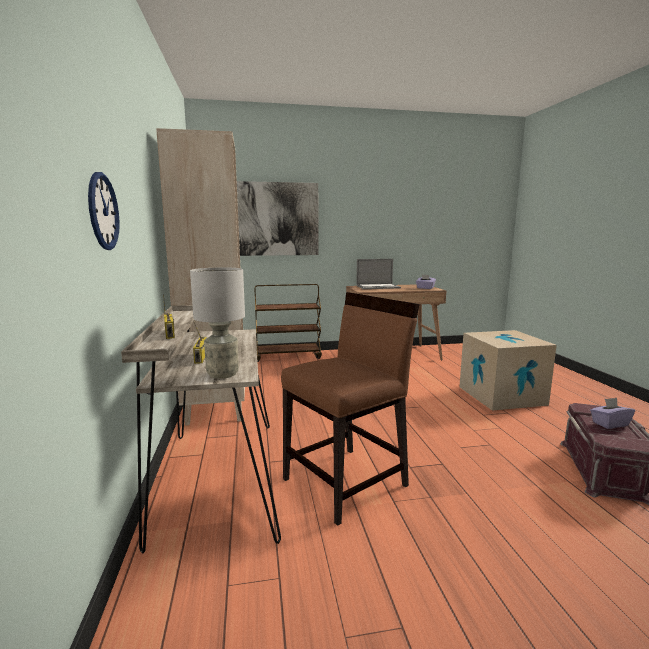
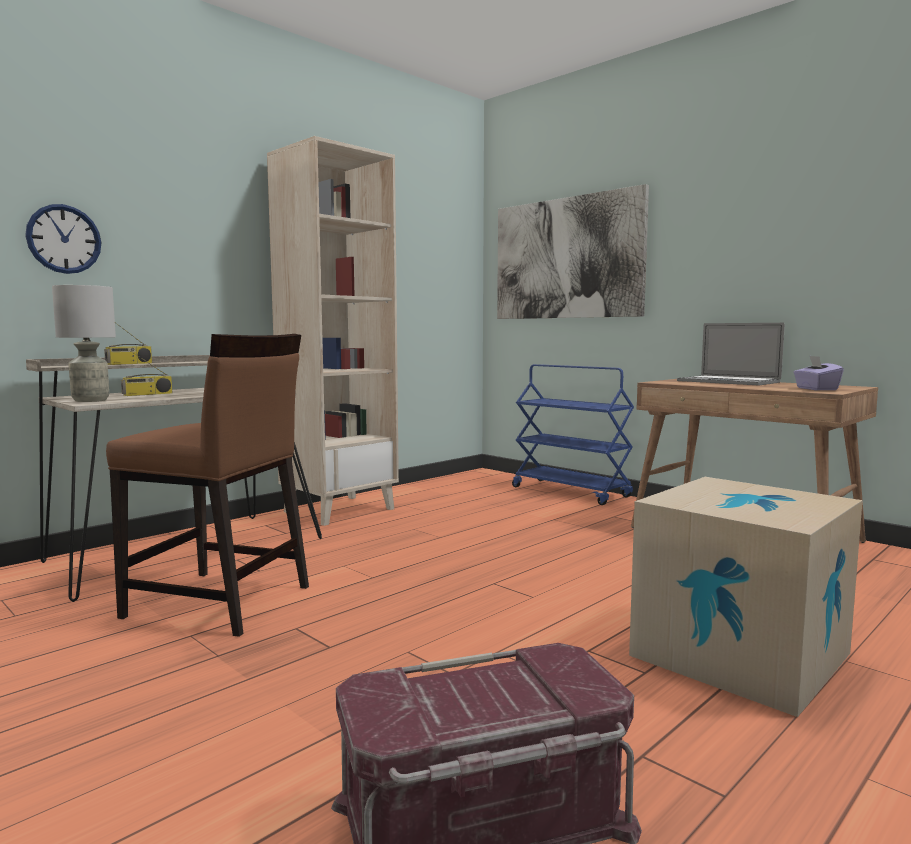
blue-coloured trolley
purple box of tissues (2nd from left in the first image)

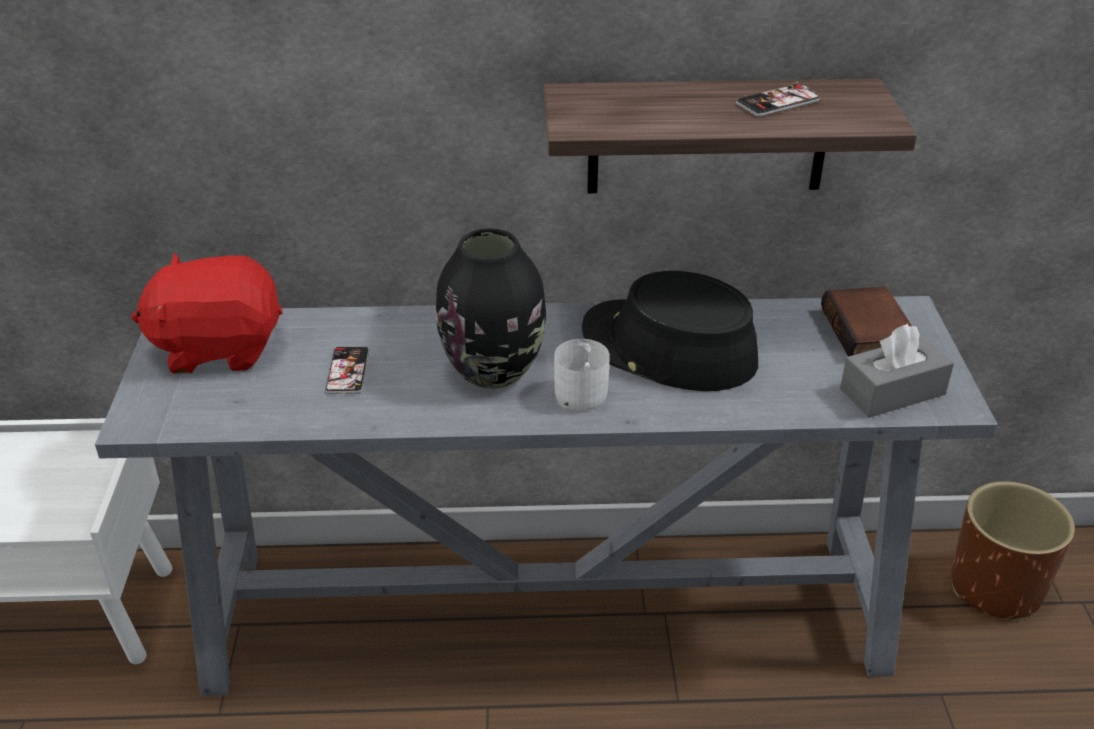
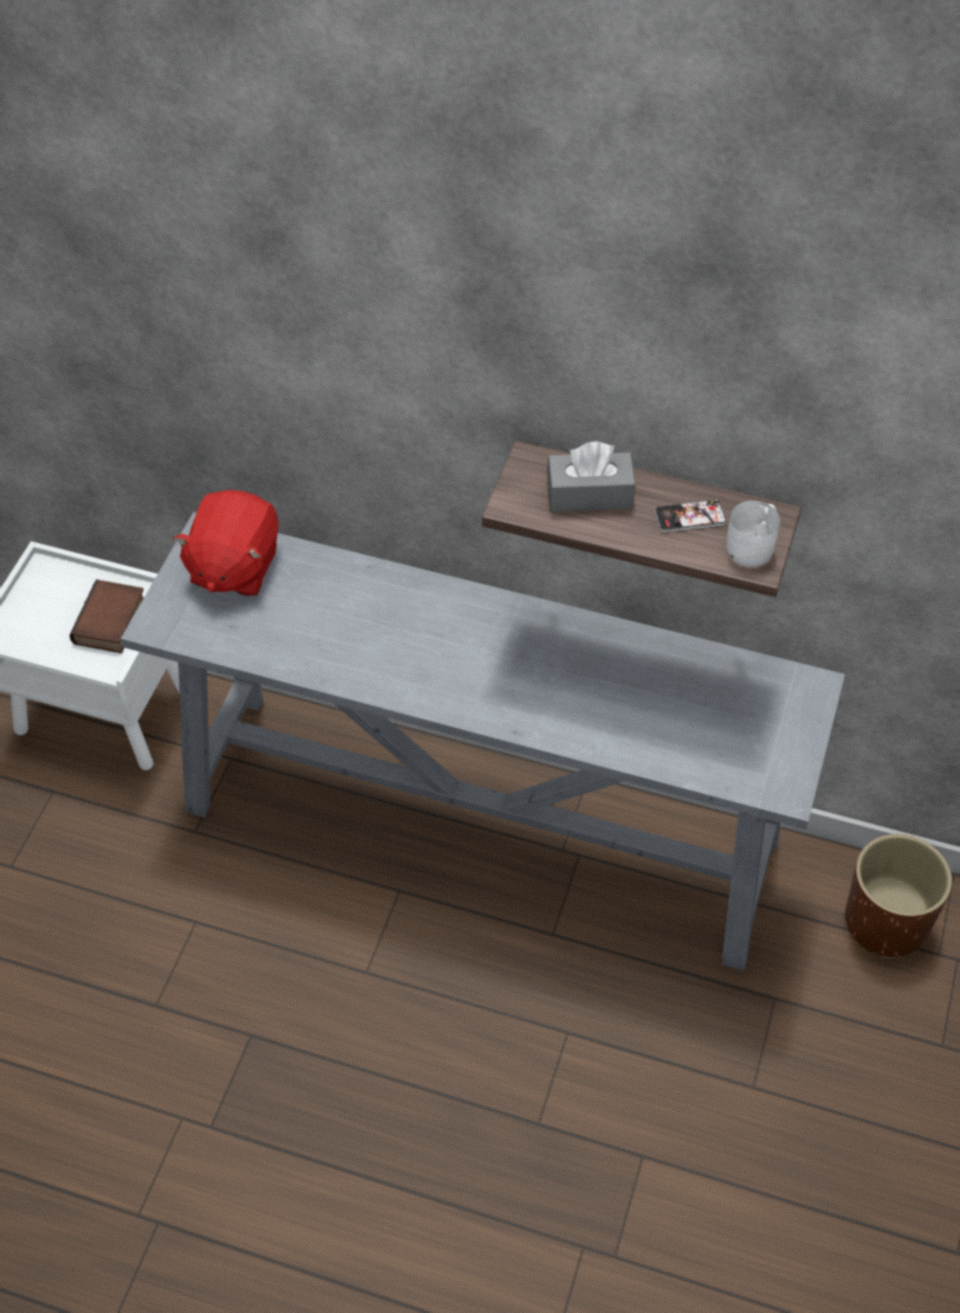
red-coloured soft toy
phone (1st from left in the first image)
black decorative vase
whitish tea mug
black clothing hat
bound book
greyish box of tissues

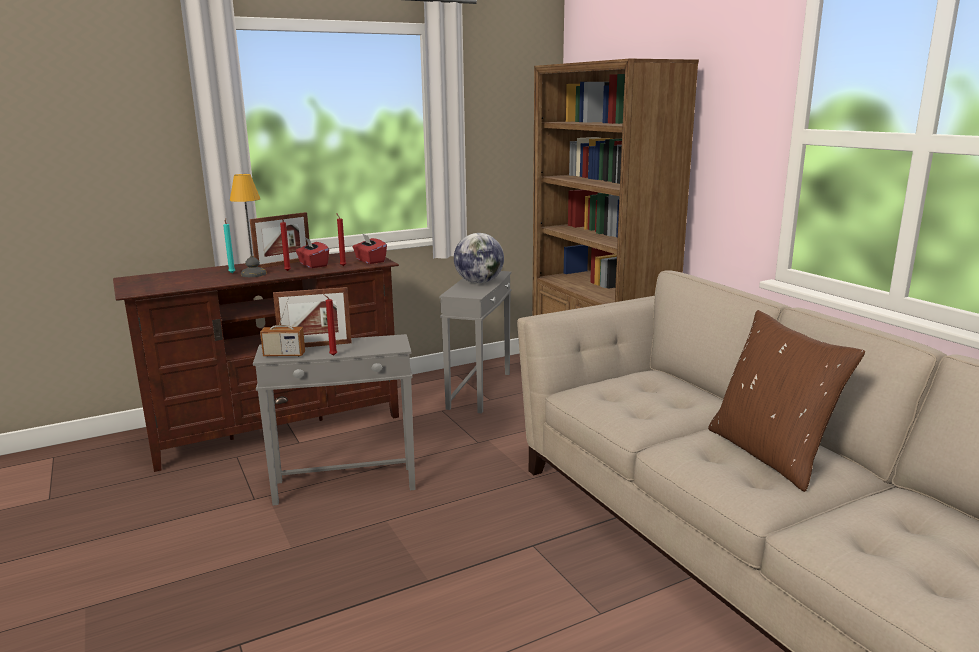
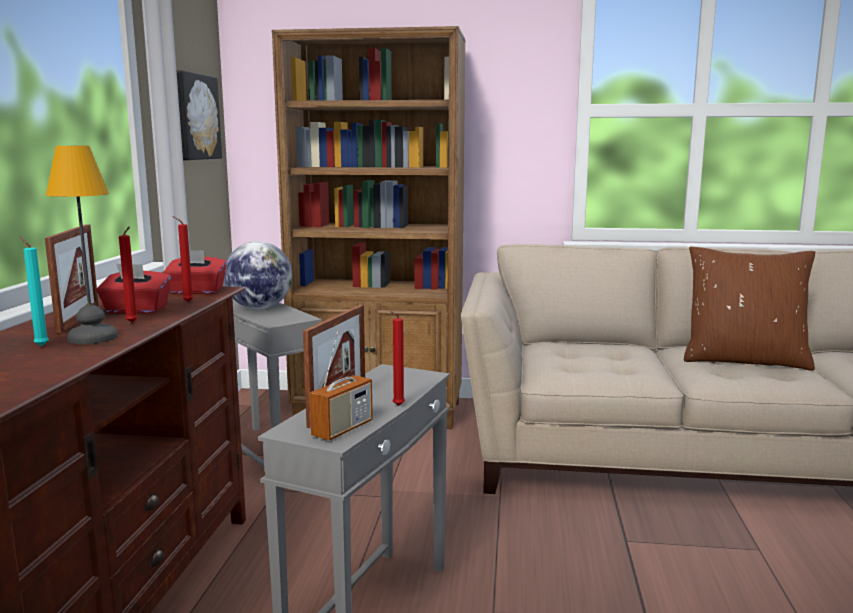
wall art

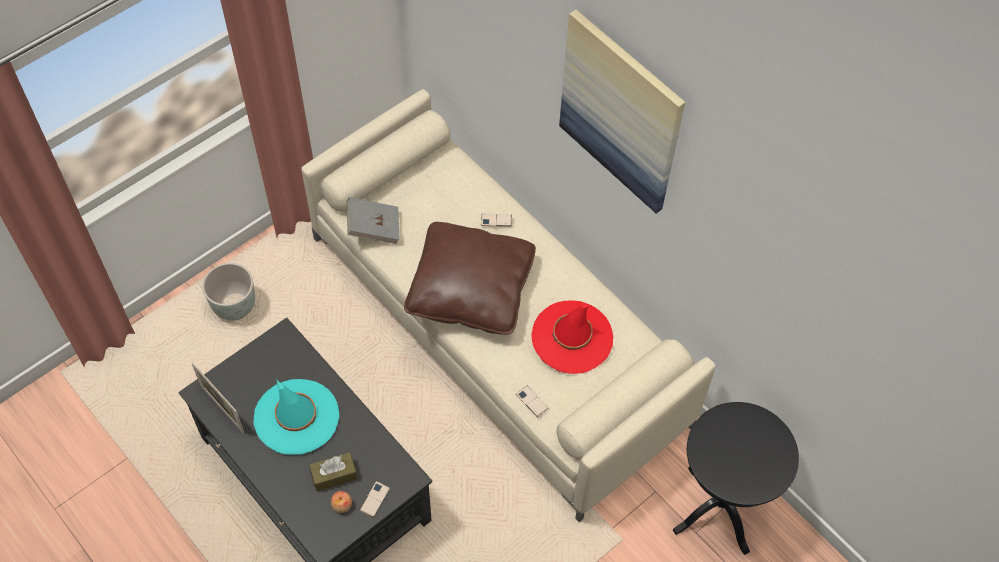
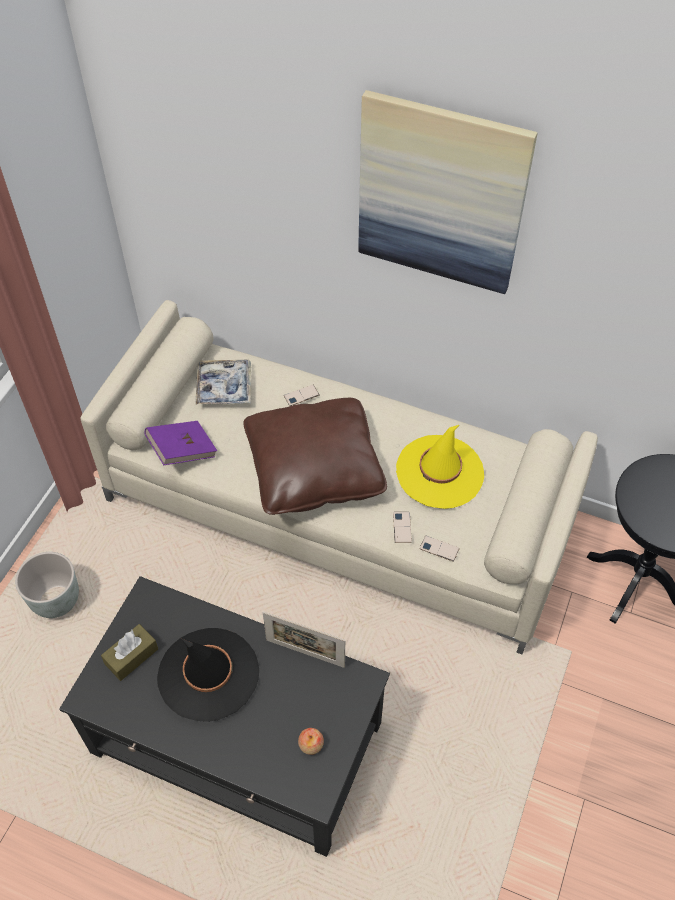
photo frame
black clothing hat
brown-coloured box of tissues
purple bound book
phone (2nd from left)
yellow clothing hat
carrying tray

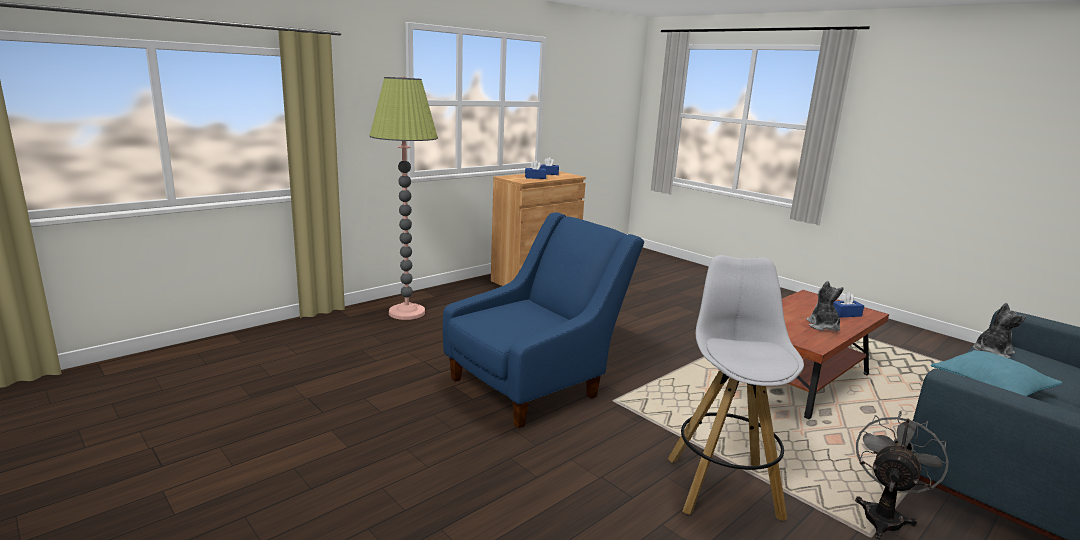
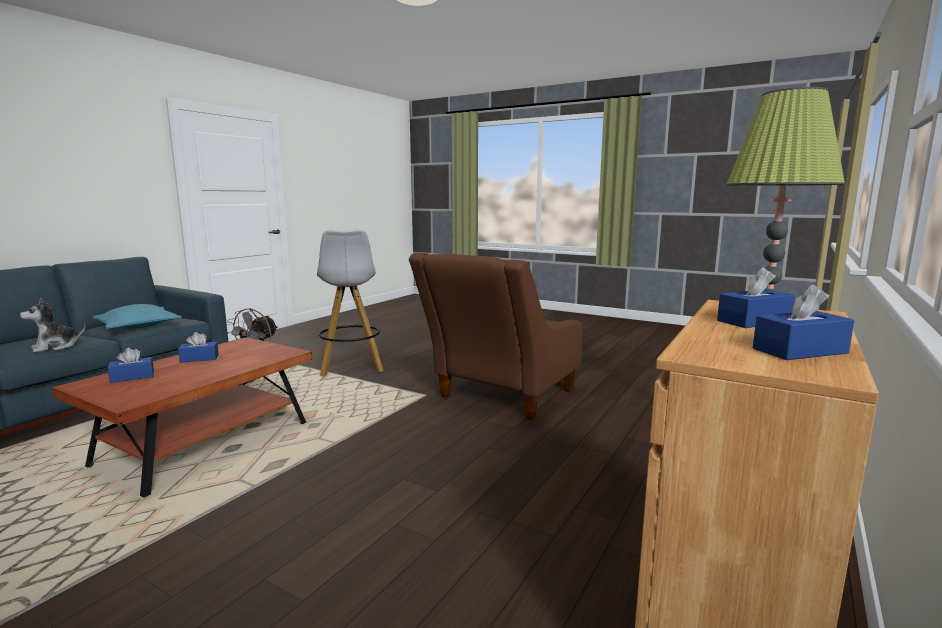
brown-coloured easy chair
blue-coloured box of tissues (2nd from left)

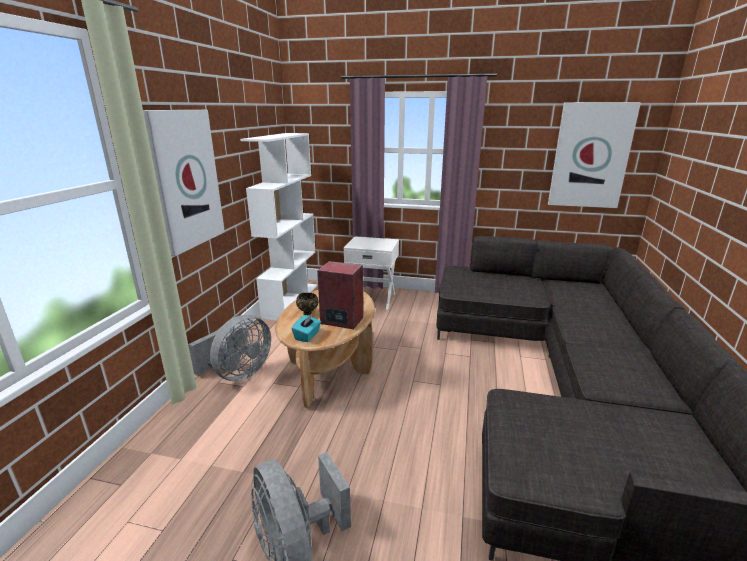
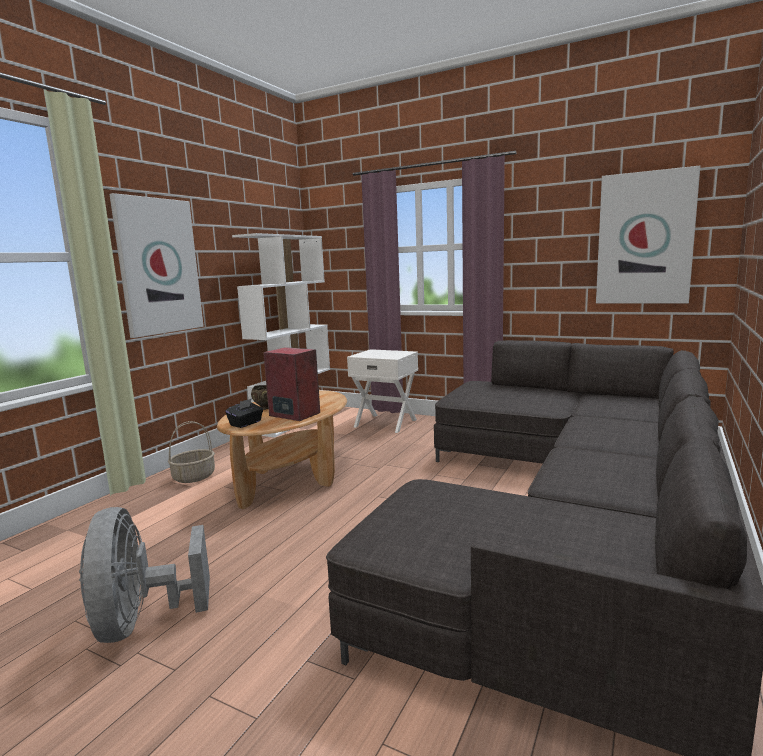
household basket
black box of tissues

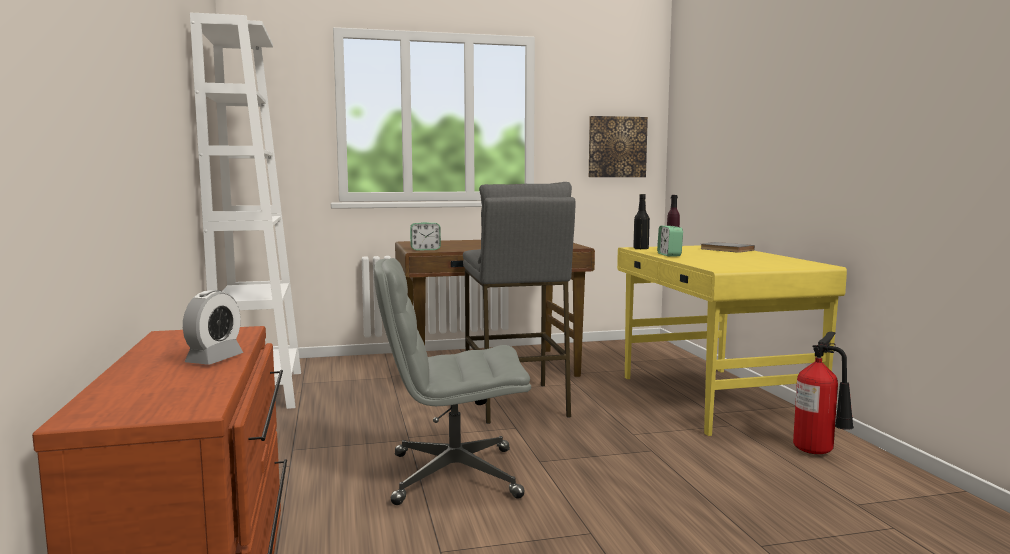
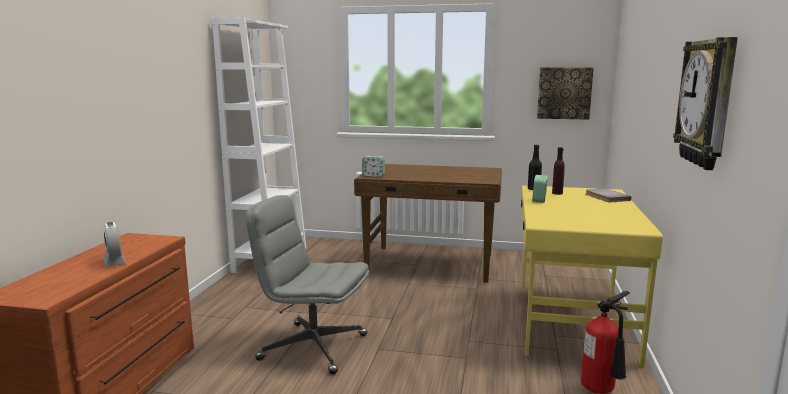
alarm clock (1st from left)
greyish stool seat
hanging clock

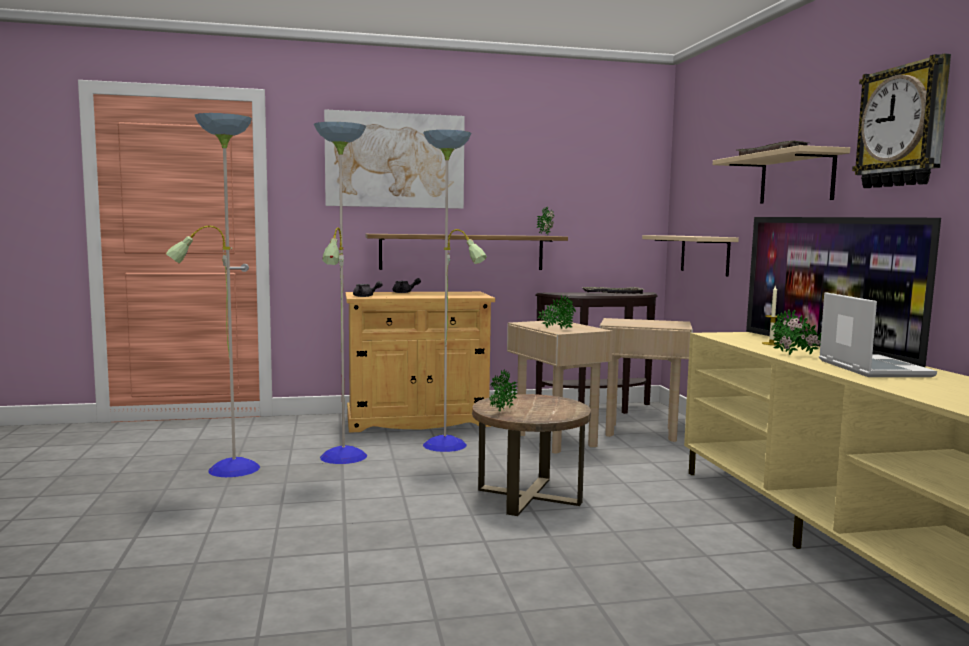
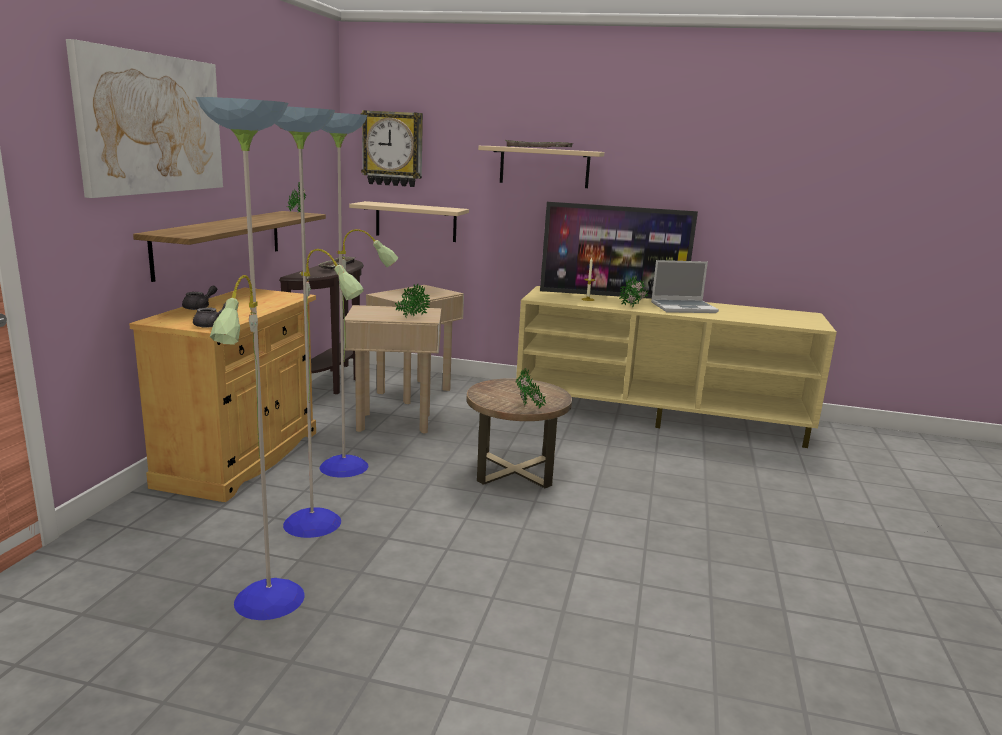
portable computer
hanging clock

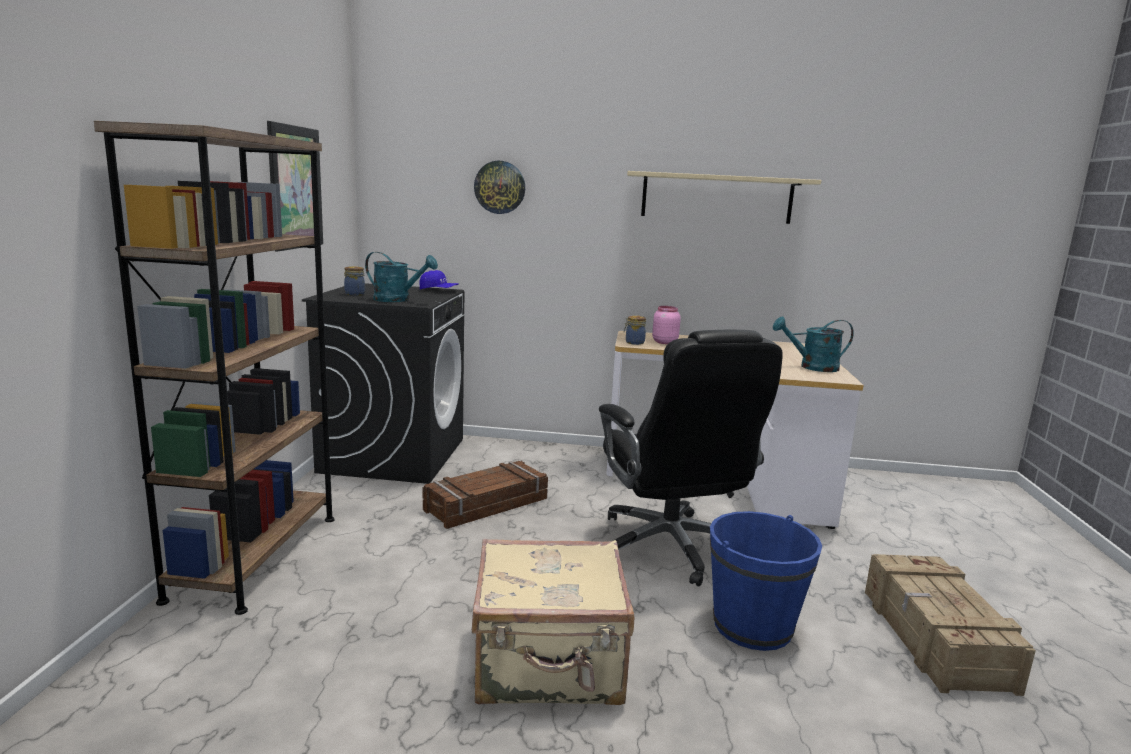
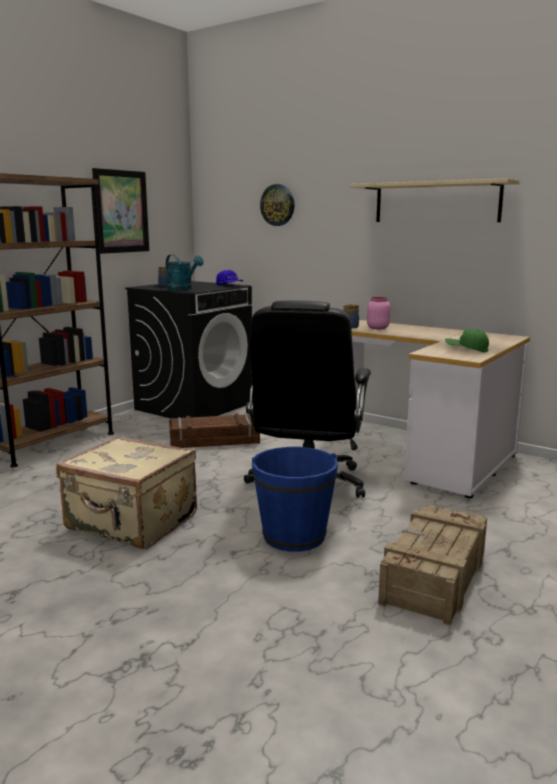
green baseball cap

